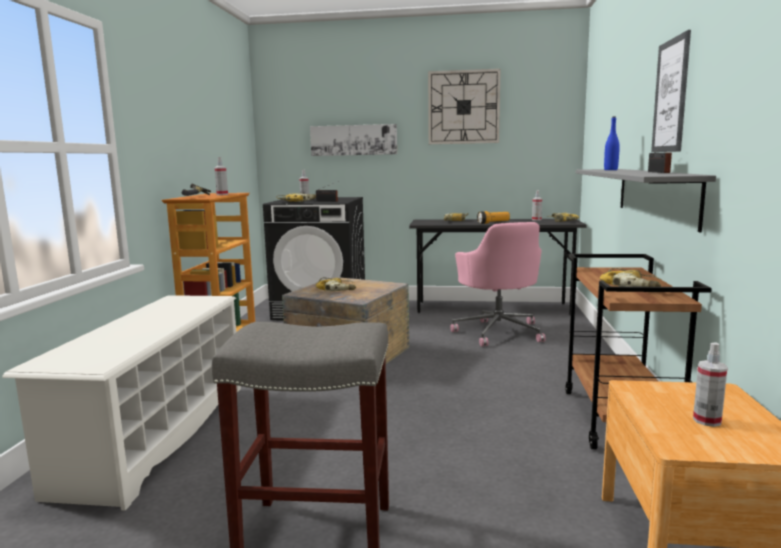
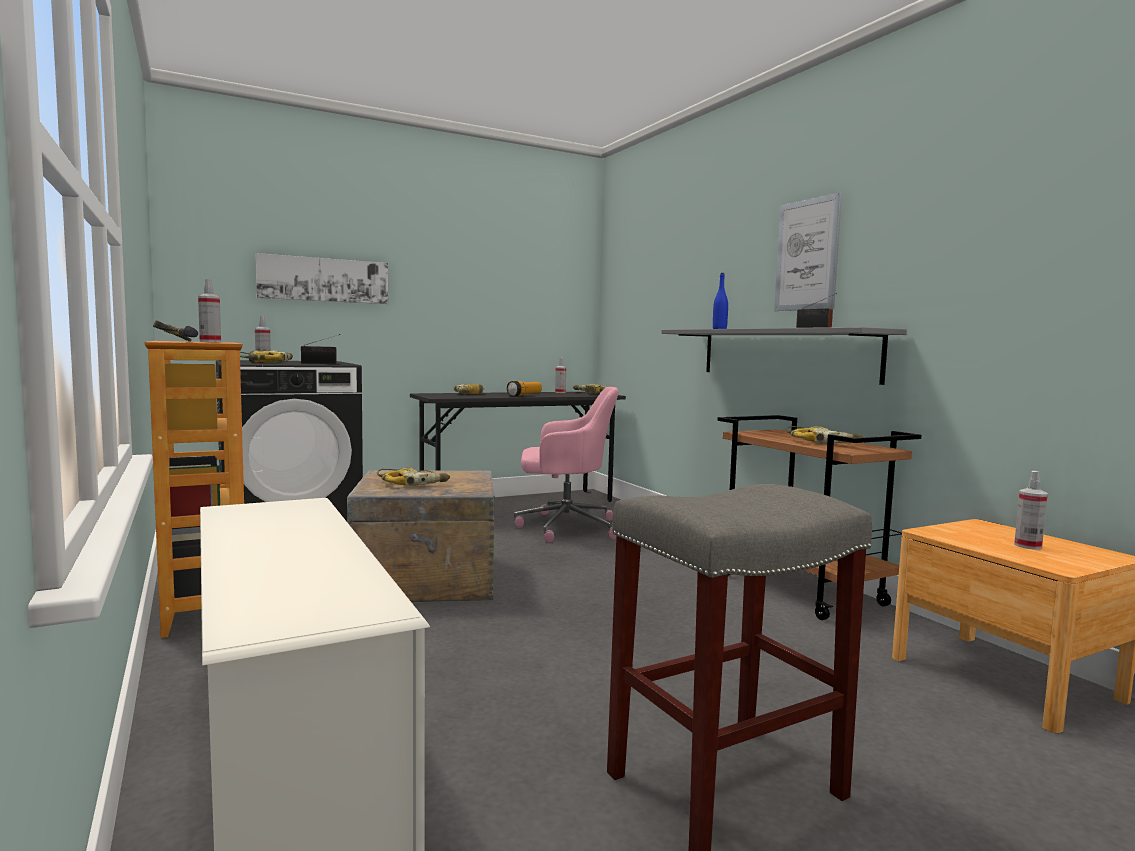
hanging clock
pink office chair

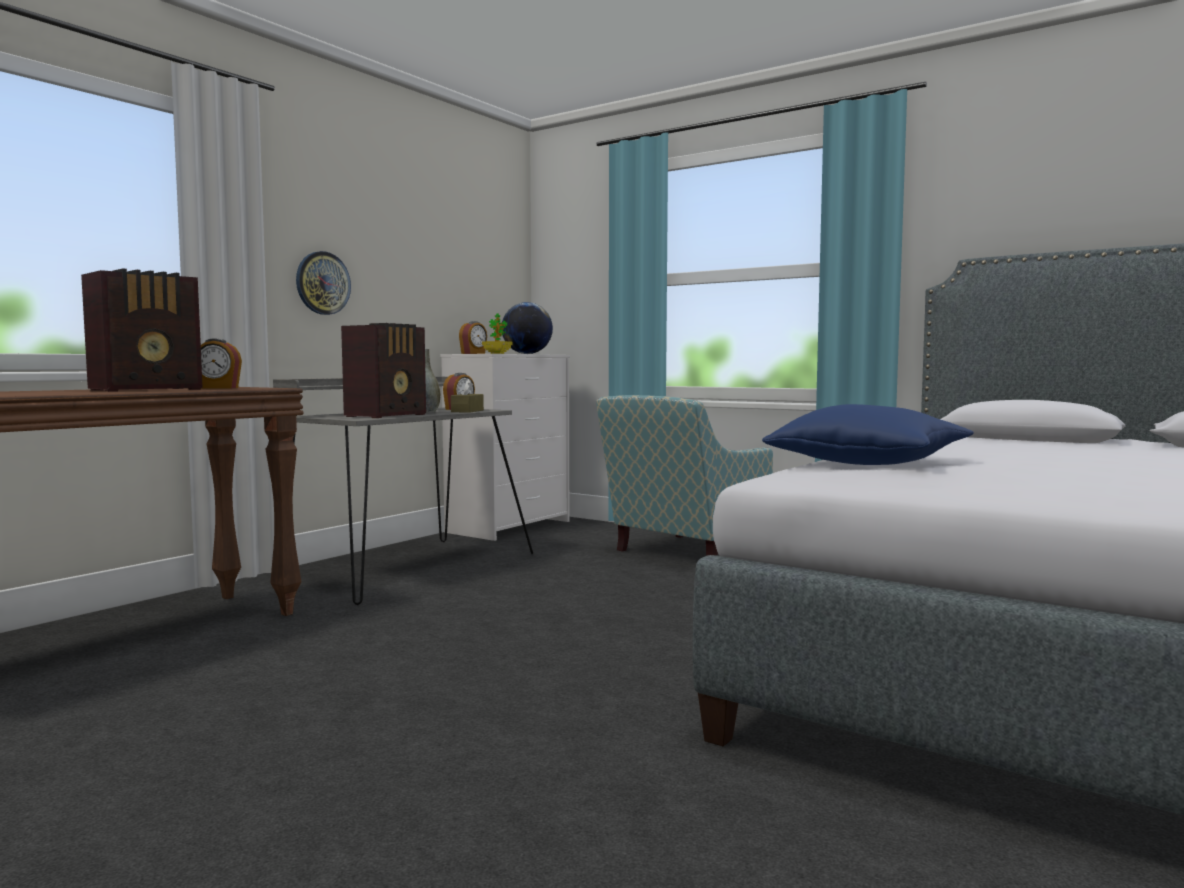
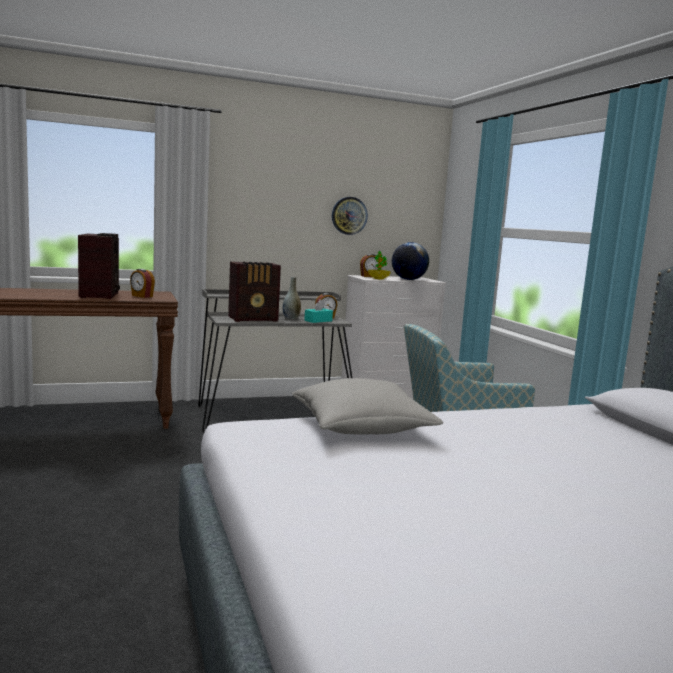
radio set (1st from left)
hanging clock
turquoise-coloured box of tissues
greyish throw pillow

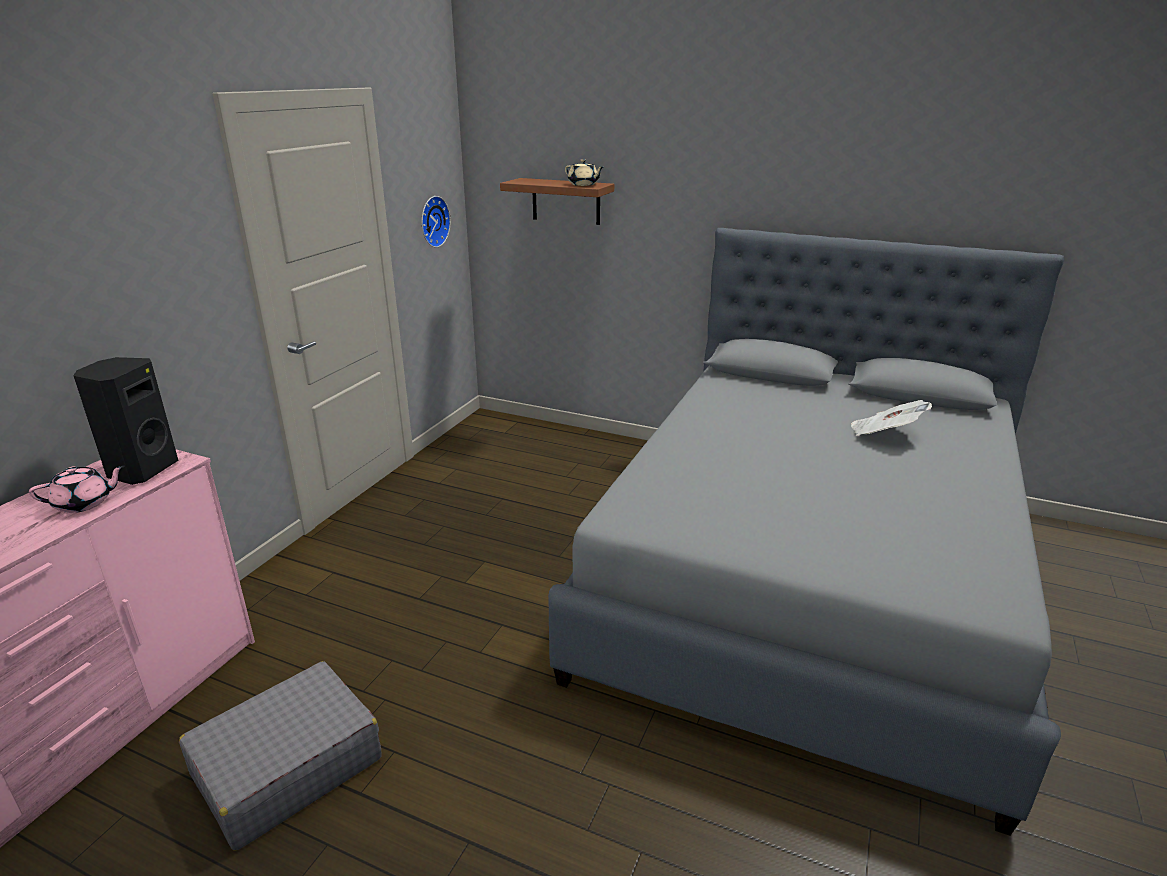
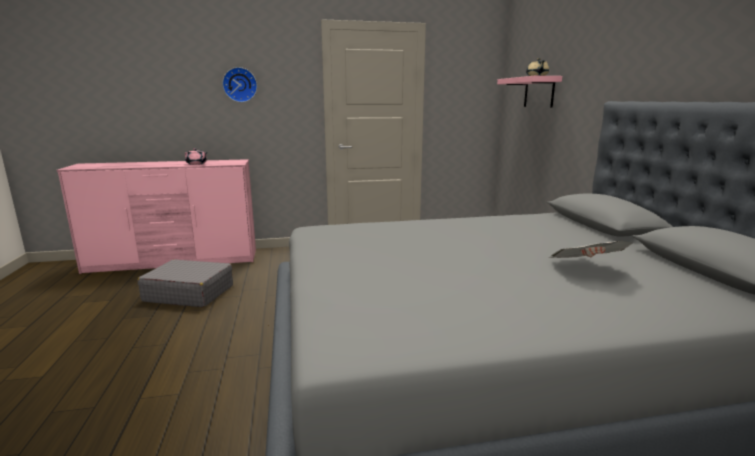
black loudspeaker
hanging clock
pink wall shelf

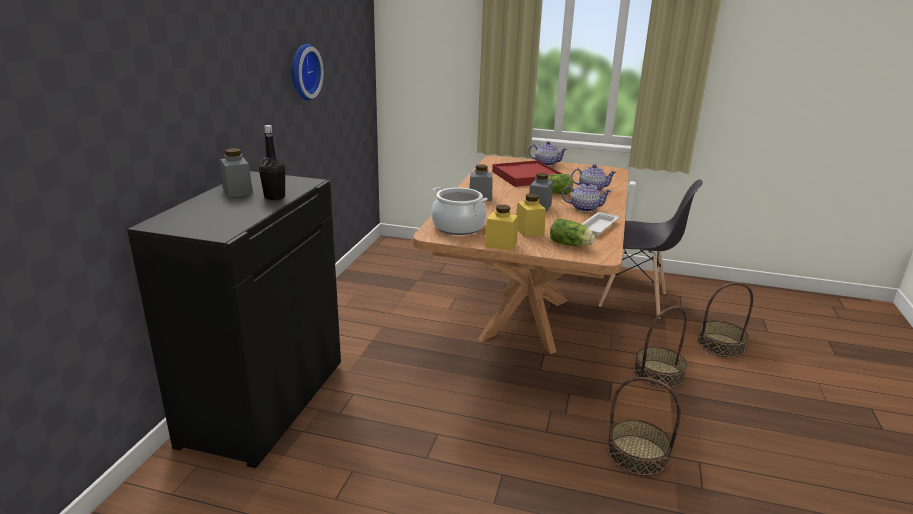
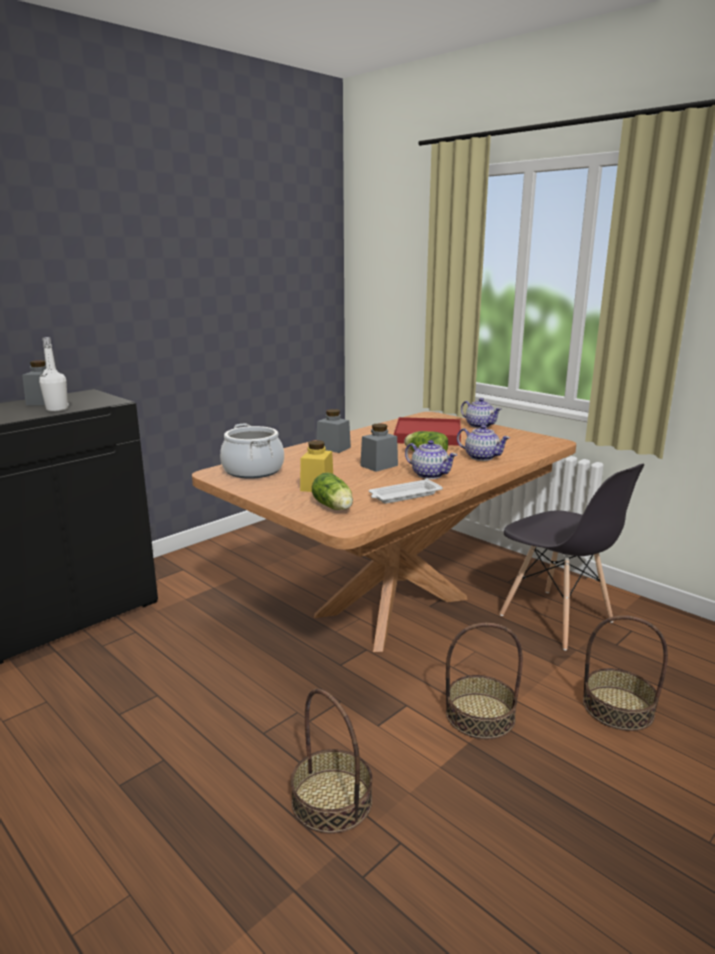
whitish bottle
hanging clock
yellow storage jar (1st from left in the first image)

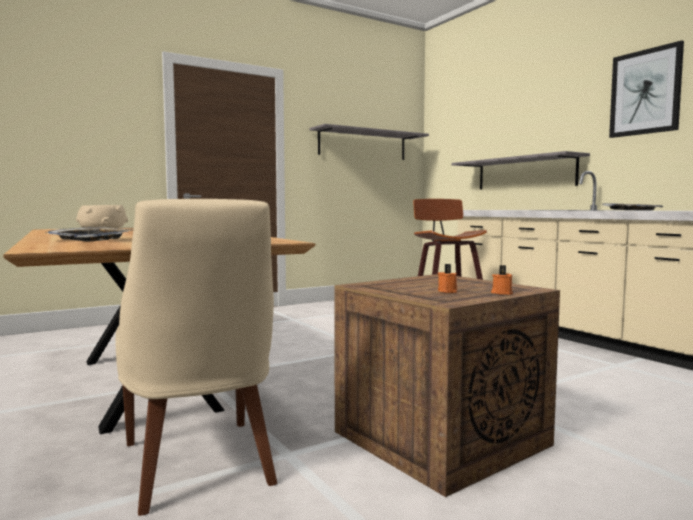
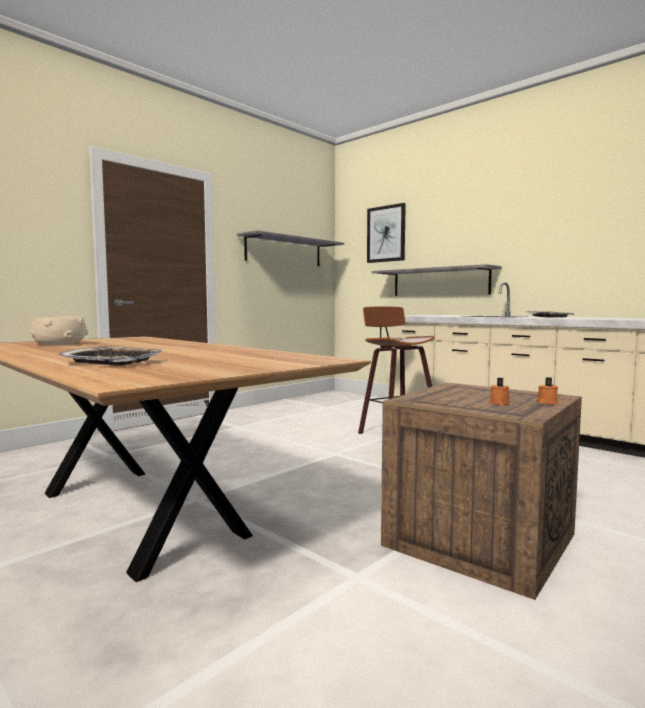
beige-coloured plain chair
wall art

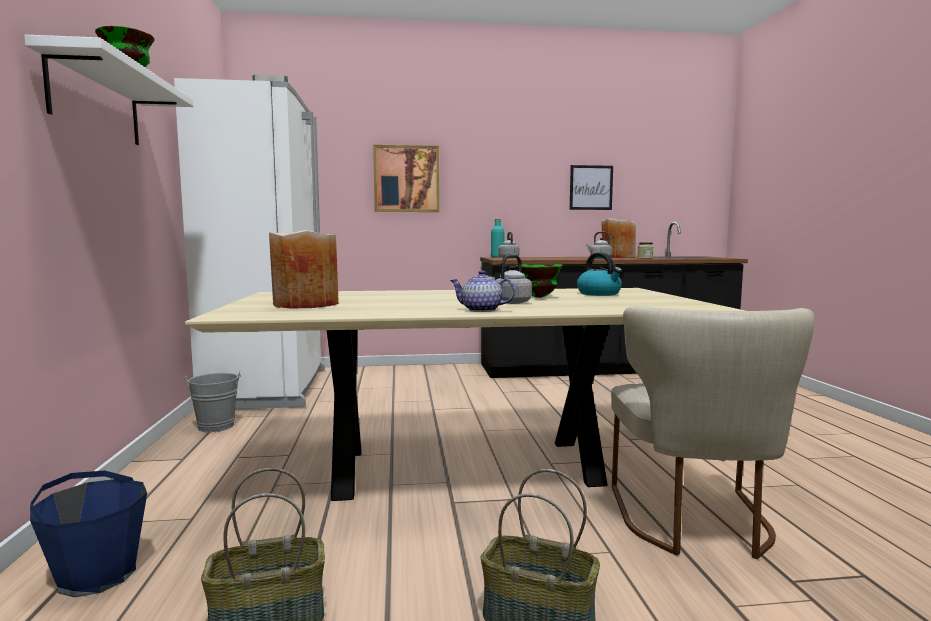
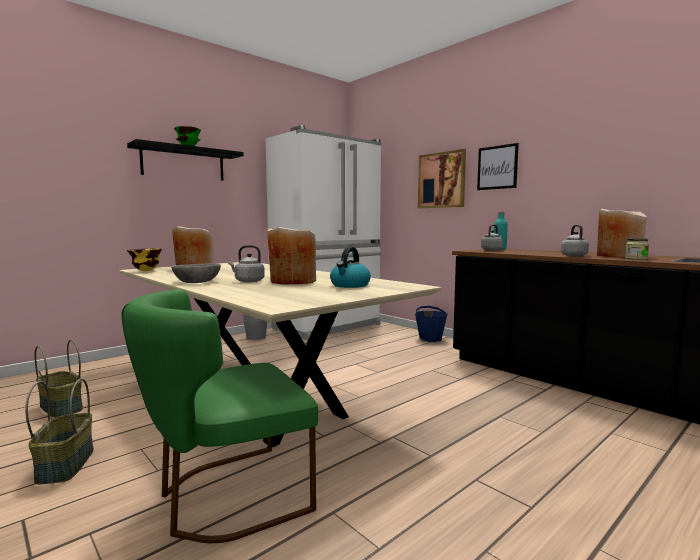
black wall shelf
blue-coloured bucket
greyish bowl
beige-coloured decorative vase (2nd from left)
wall art (2nd from left)
green plain chair
yellow bowl

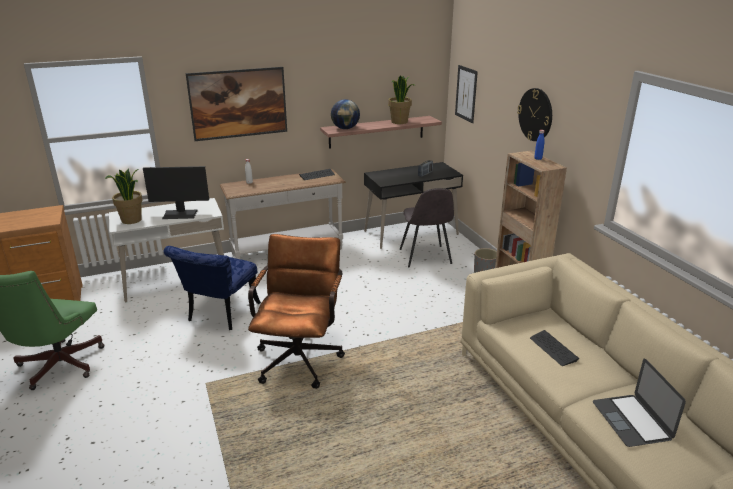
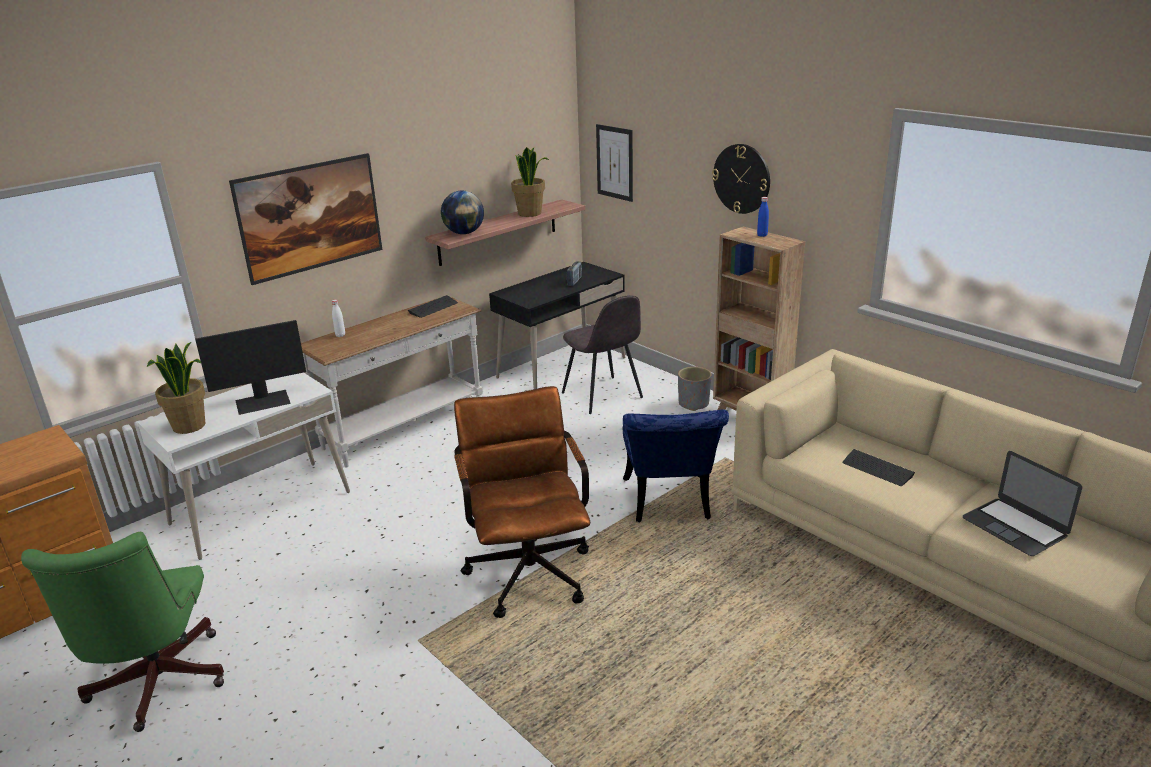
blue-coloured plain chair

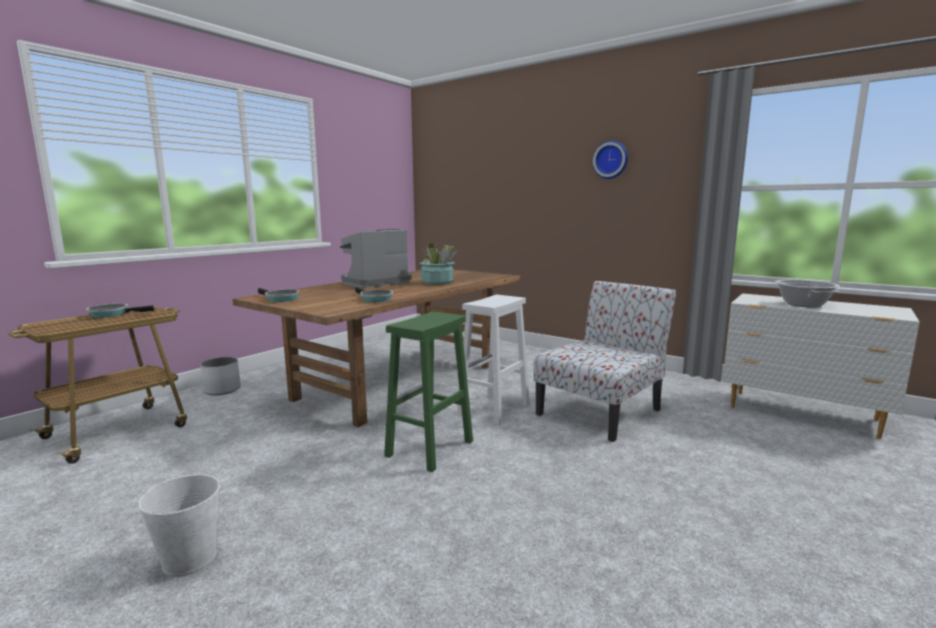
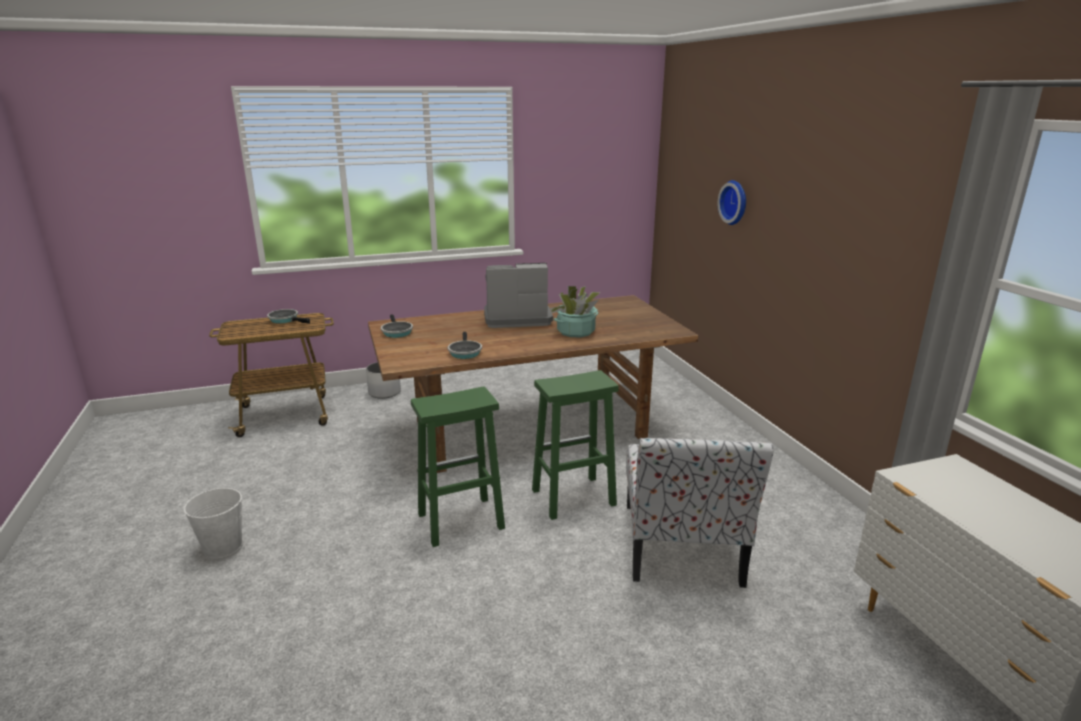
green stool seat (2nd from left)
plain chair
hanging clock
stockpot

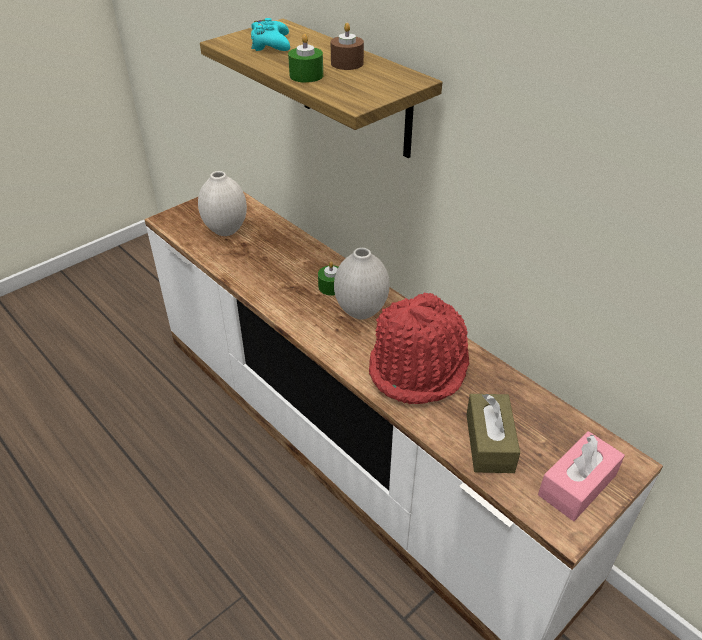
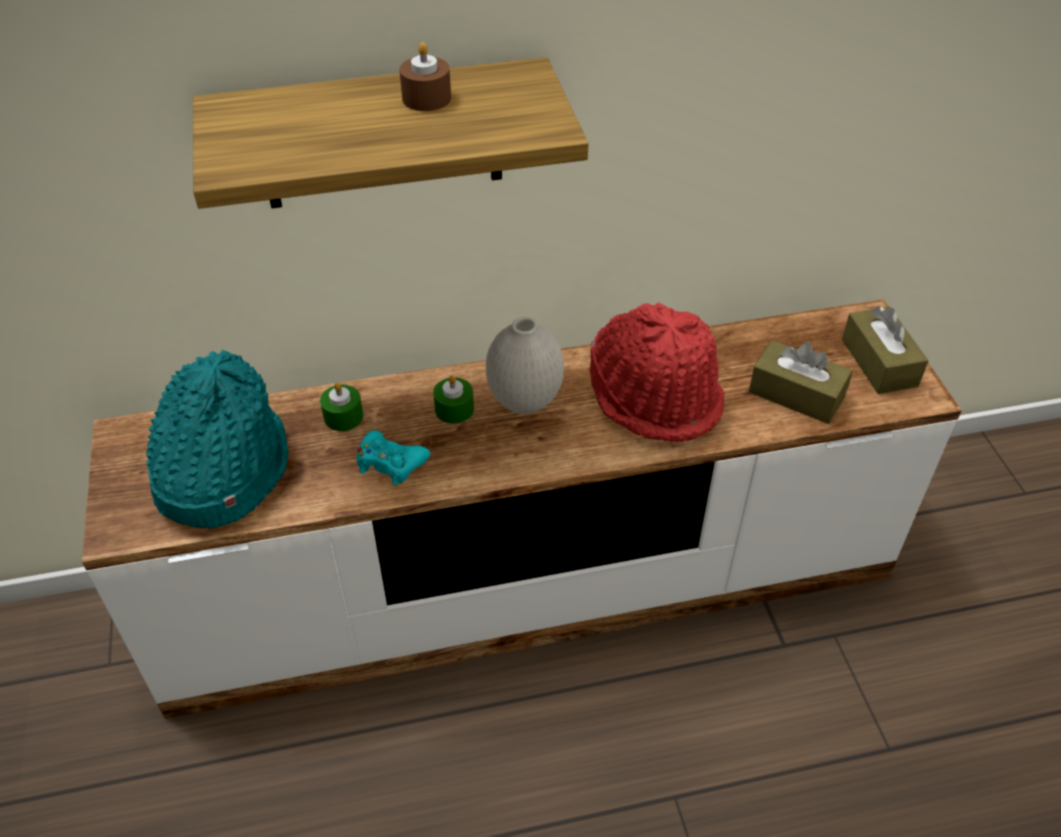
turquoise-coloured clothing hat
turquoise-coloured joypad
green wax candle (1st from left)
brown-coloured box of tissues (2nd from left)

